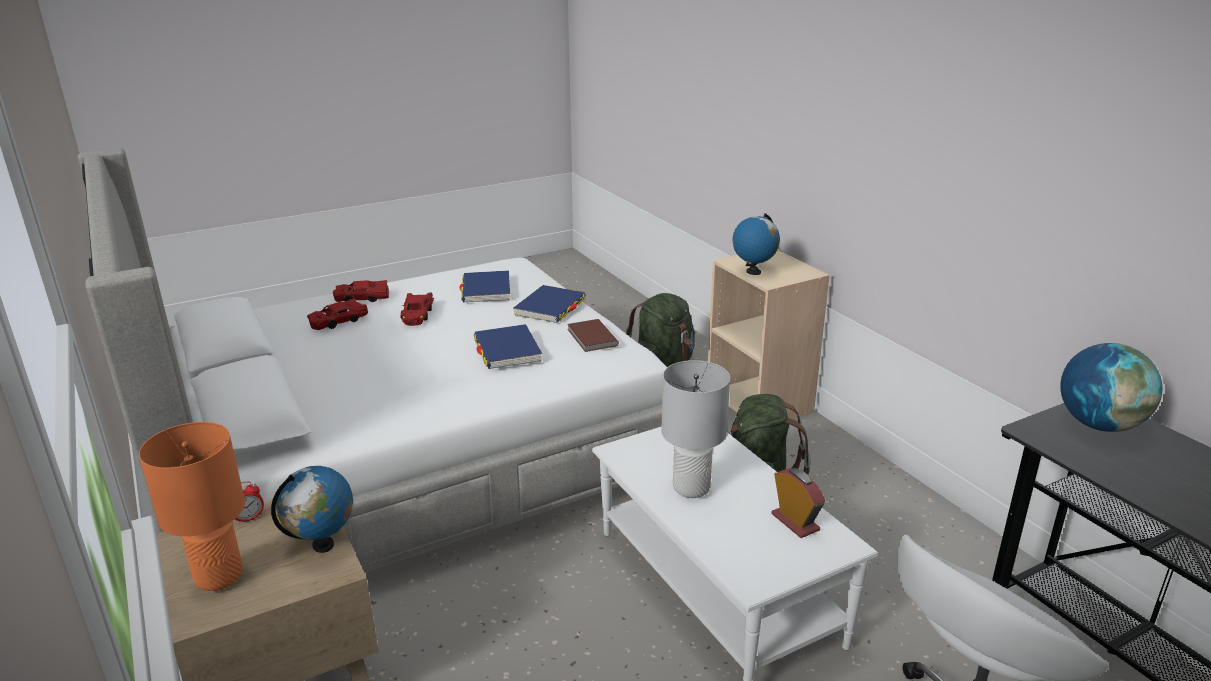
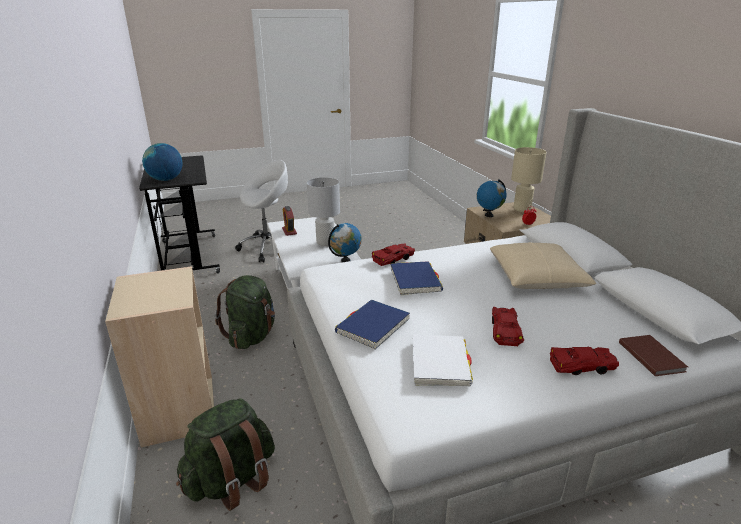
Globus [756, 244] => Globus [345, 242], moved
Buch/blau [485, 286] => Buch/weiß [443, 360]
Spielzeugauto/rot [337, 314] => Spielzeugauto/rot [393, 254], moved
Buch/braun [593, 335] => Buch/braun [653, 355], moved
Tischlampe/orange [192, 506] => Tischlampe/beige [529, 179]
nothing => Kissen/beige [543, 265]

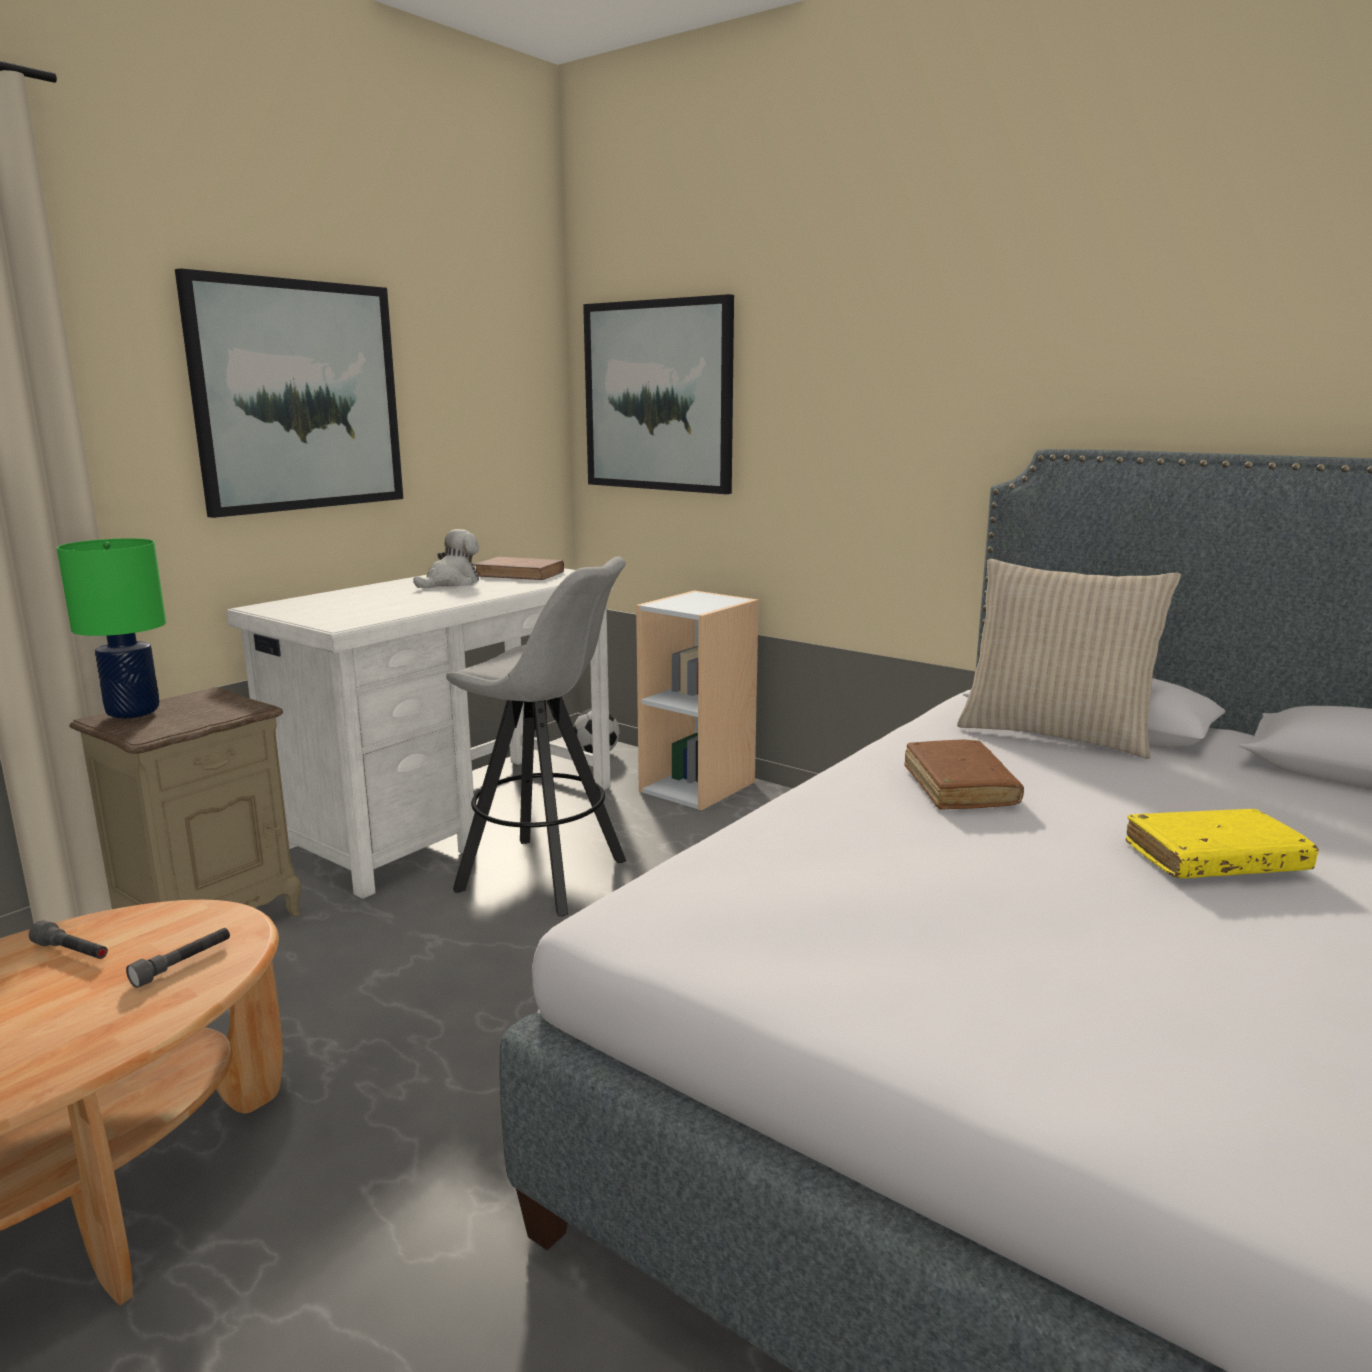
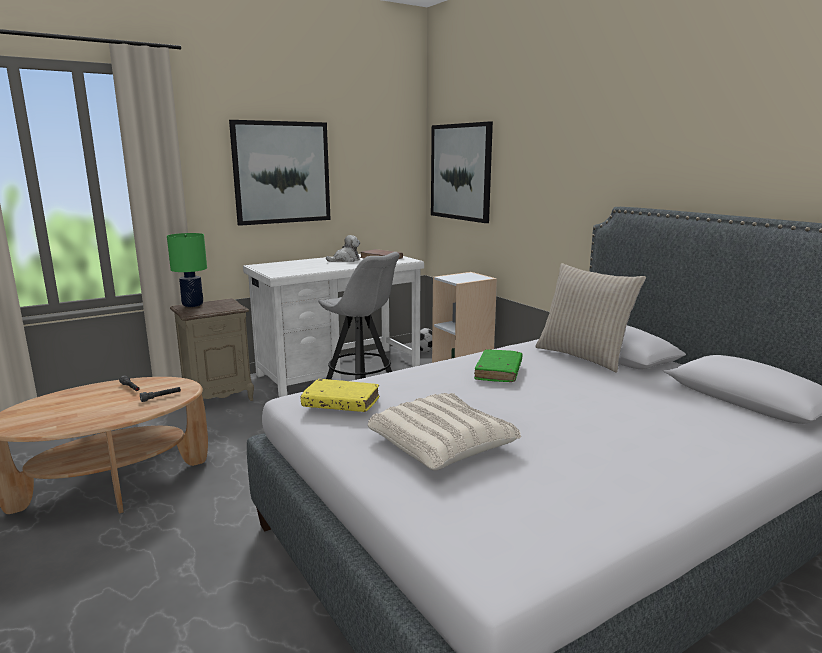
Buch/braun [964, 774] => Buch/grün [498, 365]
Buch/gelb [1222, 843] => Buch/gelb [340, 395], moved
nothing => Kissen/beige [444, 432]

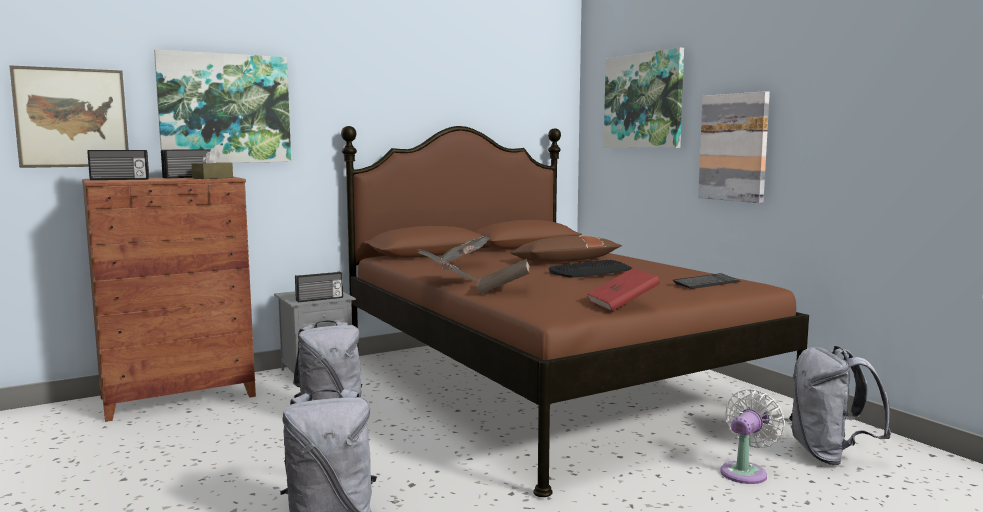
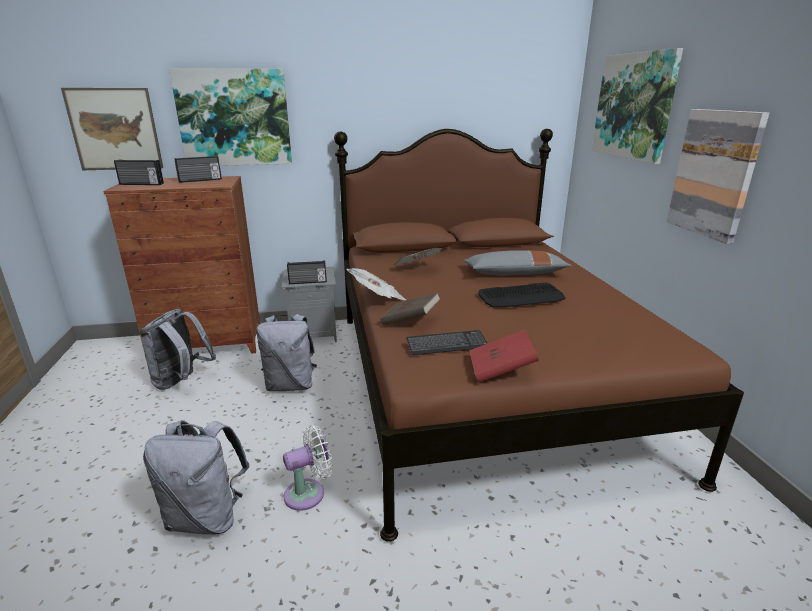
Taschentuchbox/braun [212, 163] => nothing
Kissen/braun [566, 249] => Kissen/grau [518, 262]
Tastatur [707, 281] => Tastatur [447, 342], moved
Rucksack/grau [840, 405] => Rucksack/grau [178, 349], moved
Ventilator/weiß [752, 436] => Ventilator/weiß [308, 468], moved

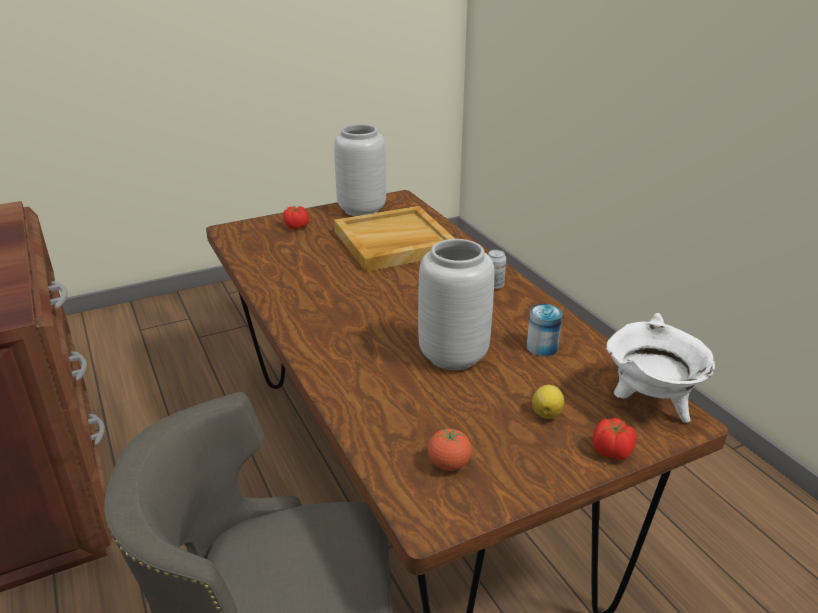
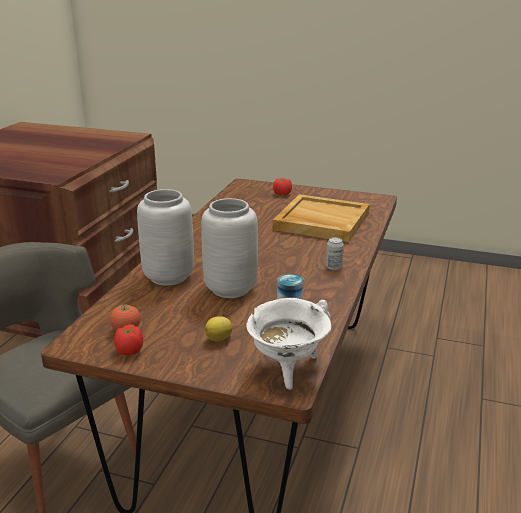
Vase/grau [360, 170] => Vase/grau [165, 237], moved
Tomate [614, 439] => Tomate [128, 339], moved

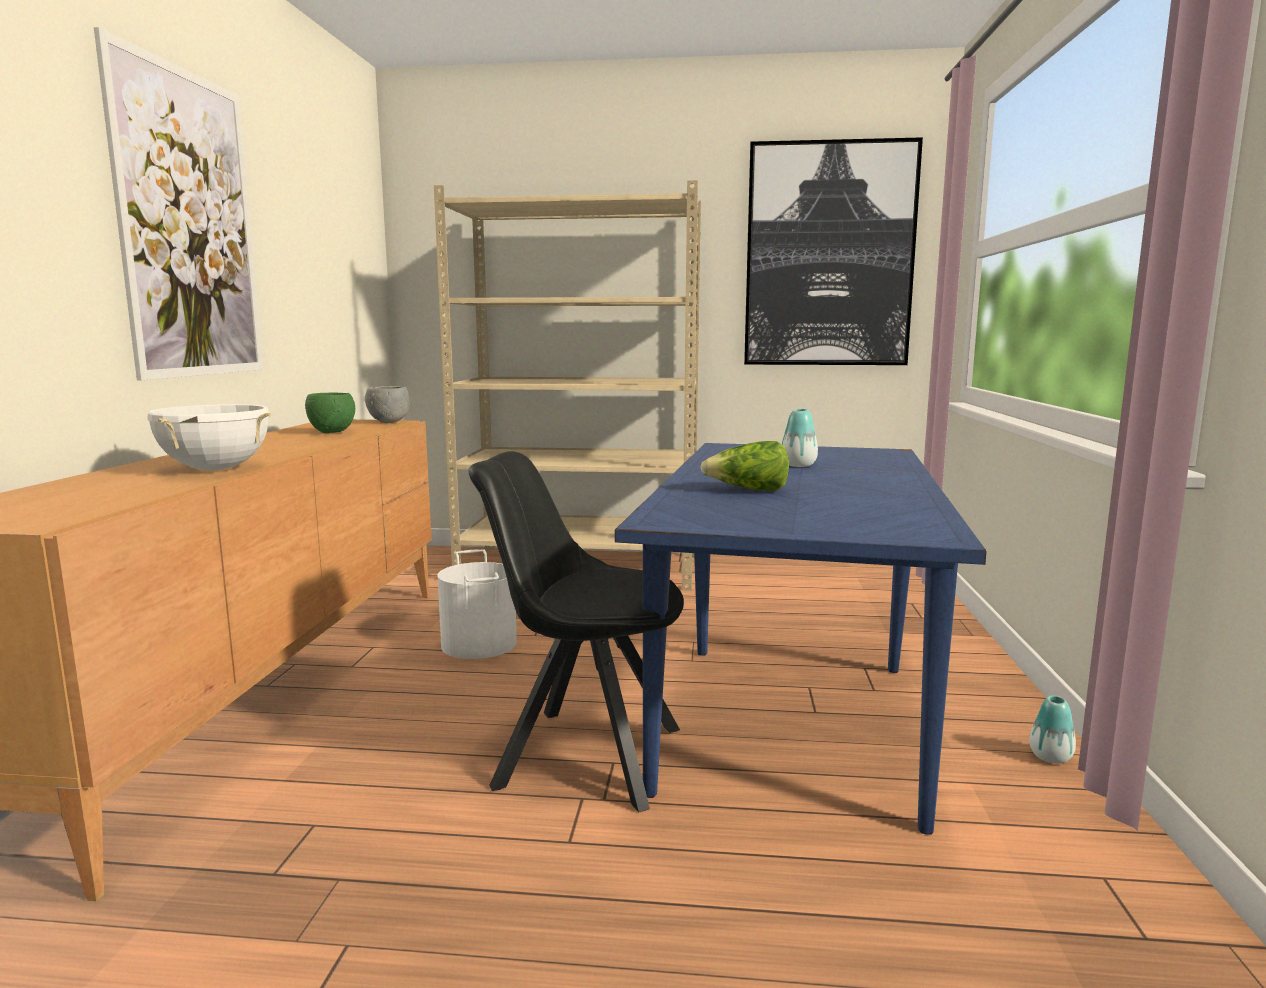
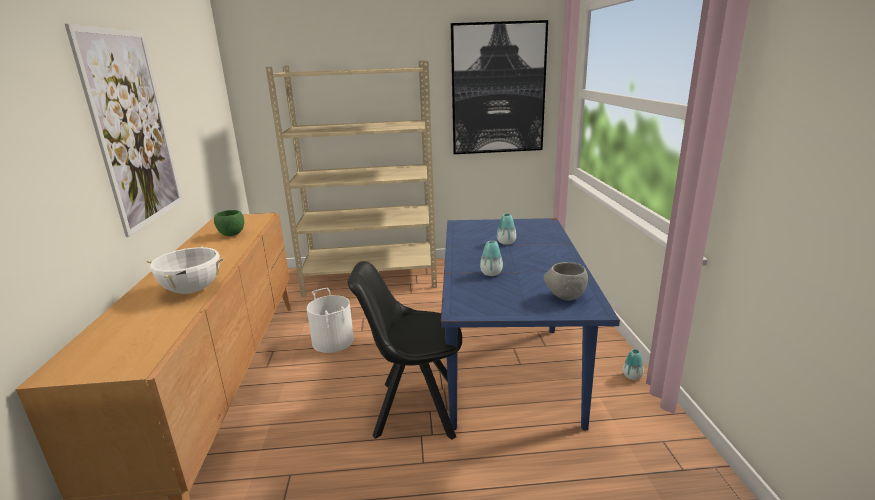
Schüssel/grau [387, 404] => Schüssel/grau [565, 281], moved
Salatkopf [744, 466] => Vase [491, 258]

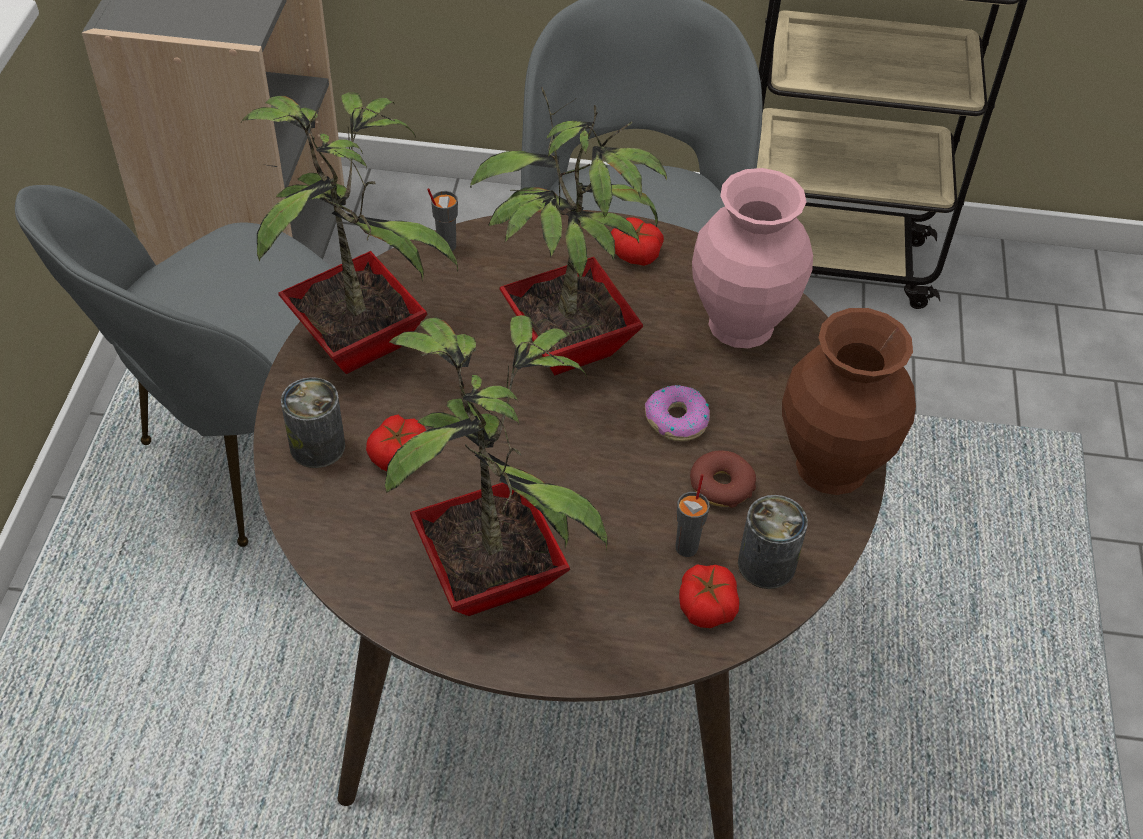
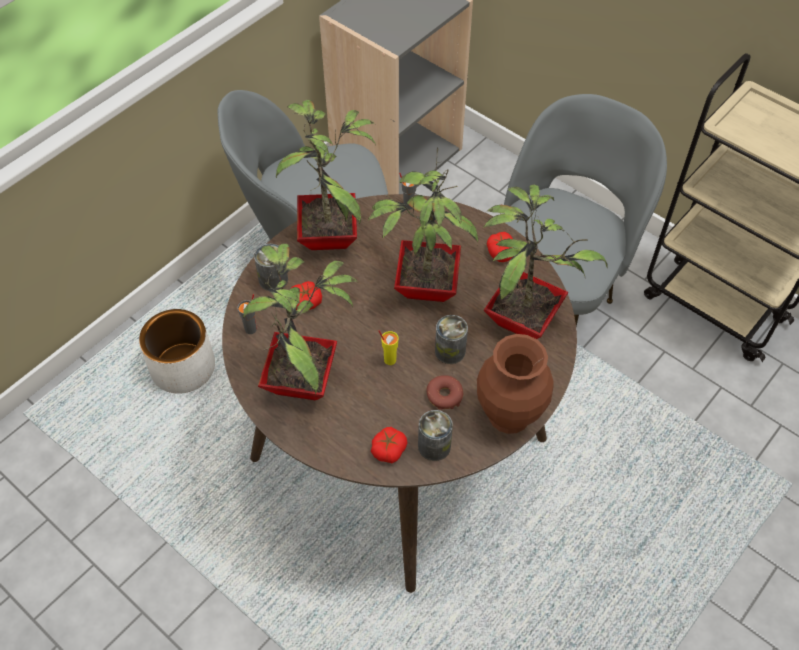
Vase/rosa [752, 258] => Topfpflanze [545, 262]
Donut [677, 413] => Dose [451, 339]
Tasse/grau [693, 515] => Tasse/grau [247, 314], moved
nothing => Pflanzkübel/weiß [177, 351]
nothing => Tasse/gelb [388, 347]

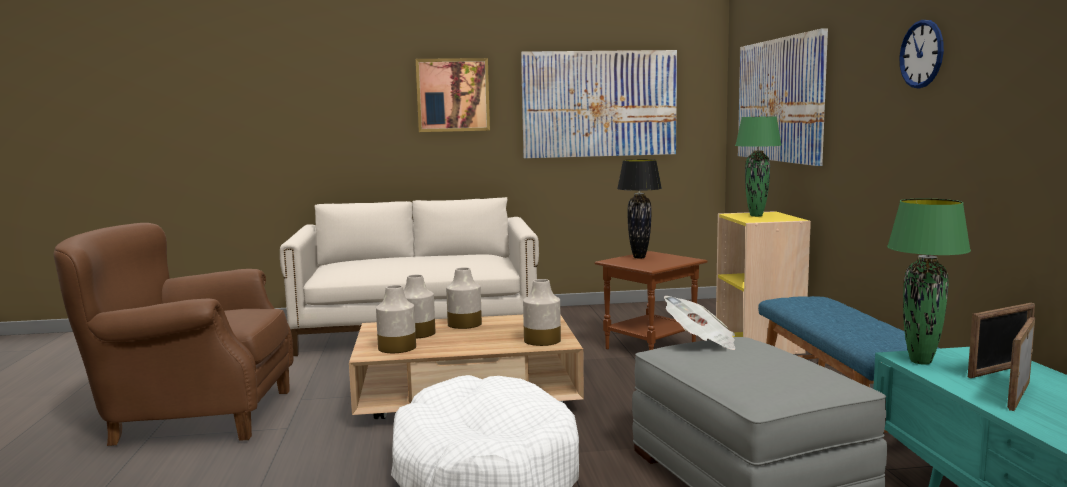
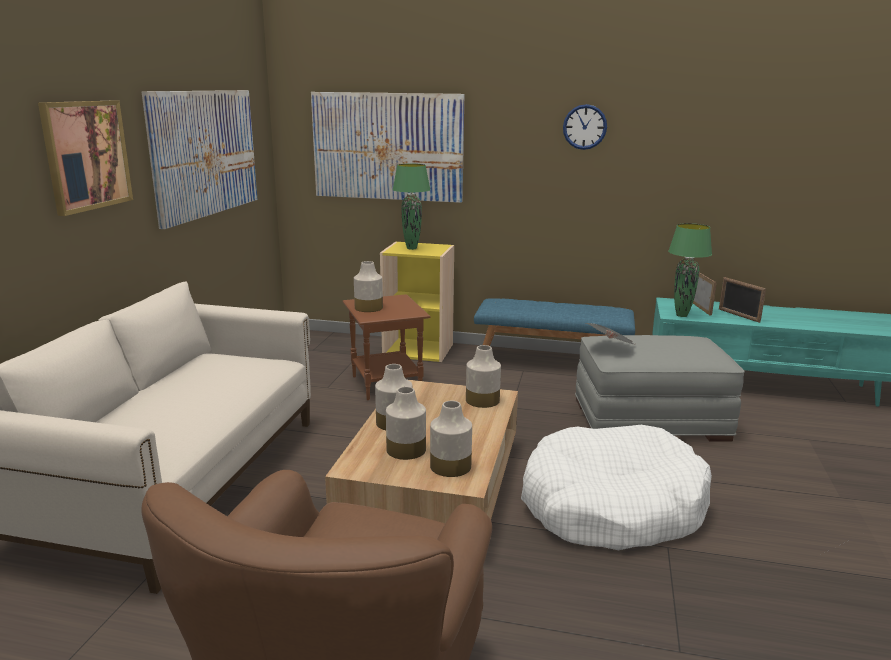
Tischlampe/schwarz [639, 209] => Vase/beige [368, 286]

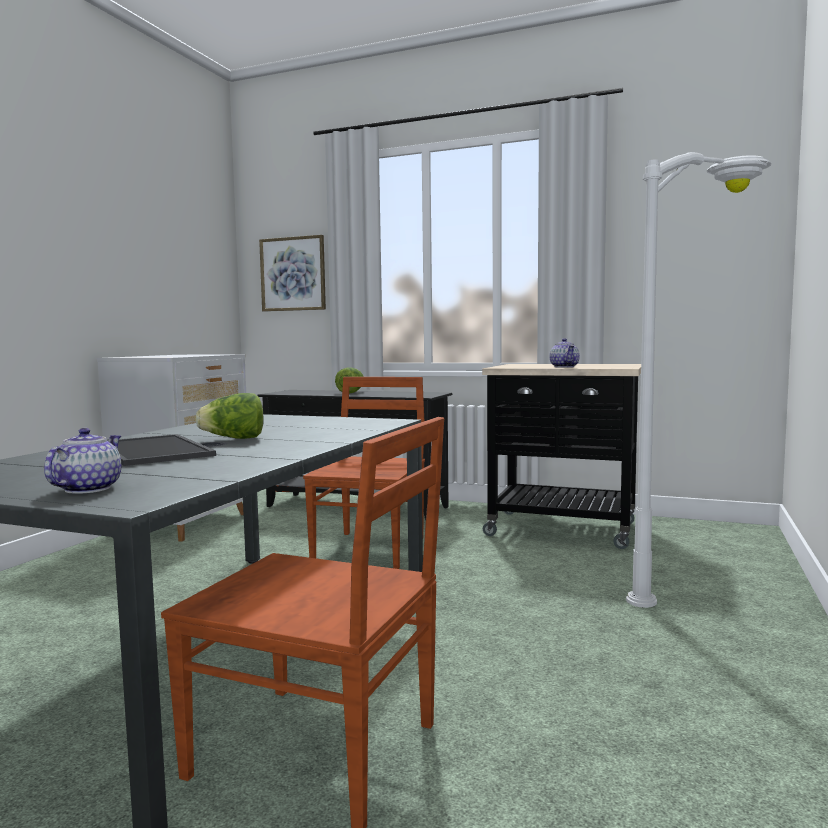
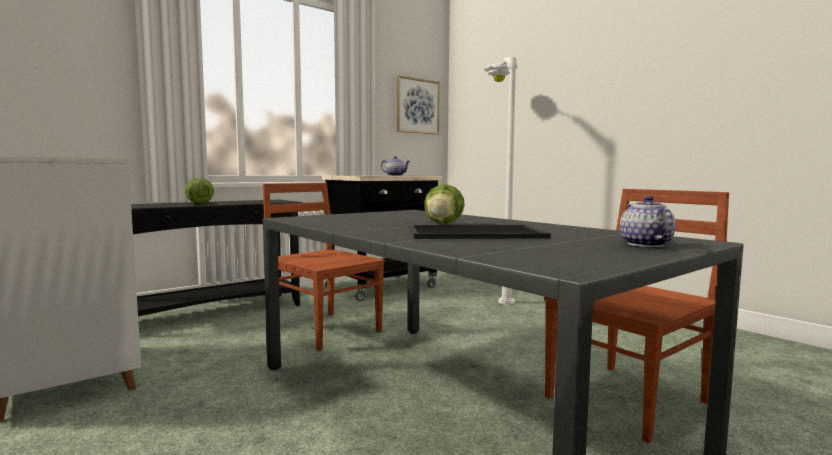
Bild [292, 273] => Bild [418, 104], moved
Teekanne [82, 461] => Teekanne [648, 221], 45 degrees clockwise

